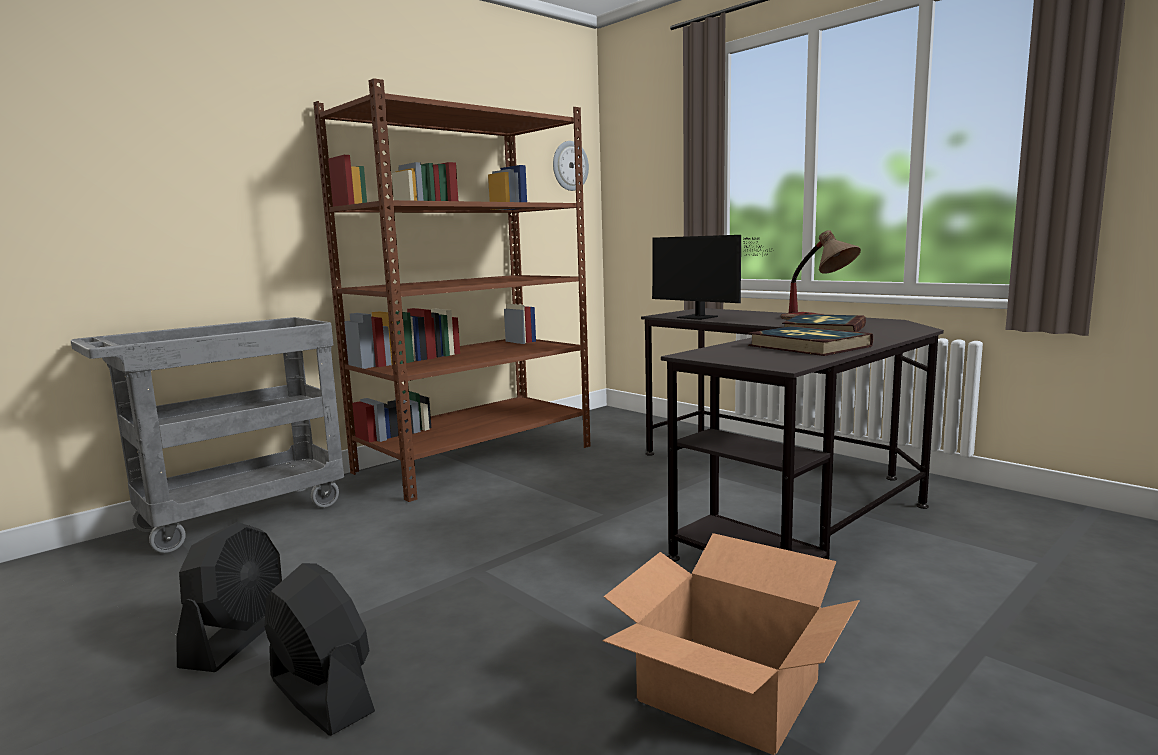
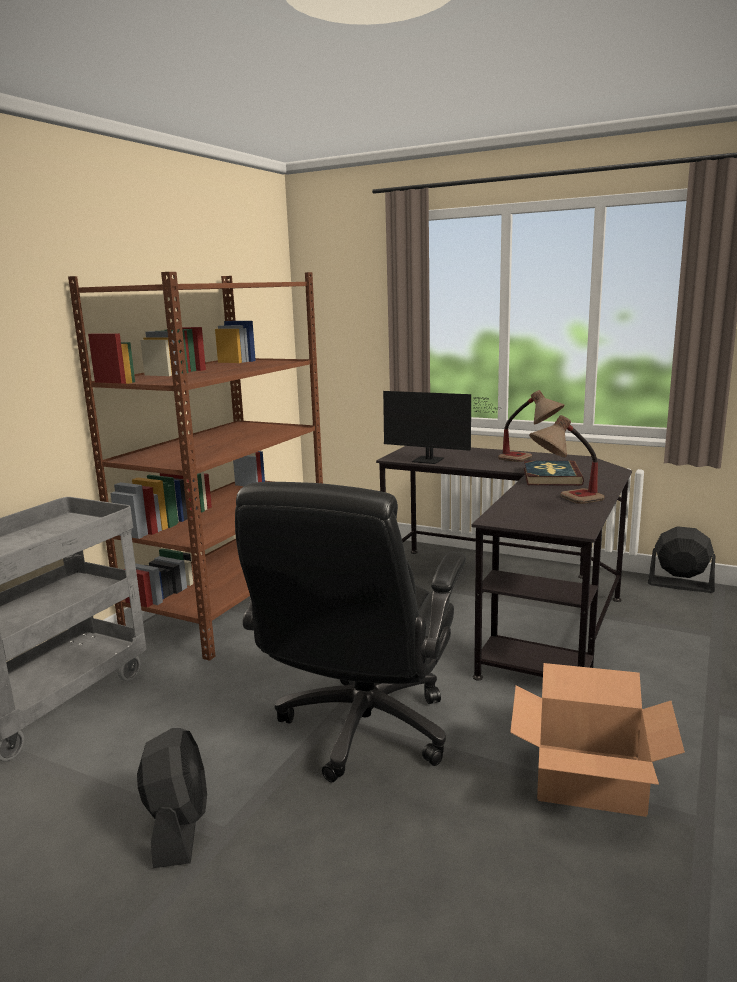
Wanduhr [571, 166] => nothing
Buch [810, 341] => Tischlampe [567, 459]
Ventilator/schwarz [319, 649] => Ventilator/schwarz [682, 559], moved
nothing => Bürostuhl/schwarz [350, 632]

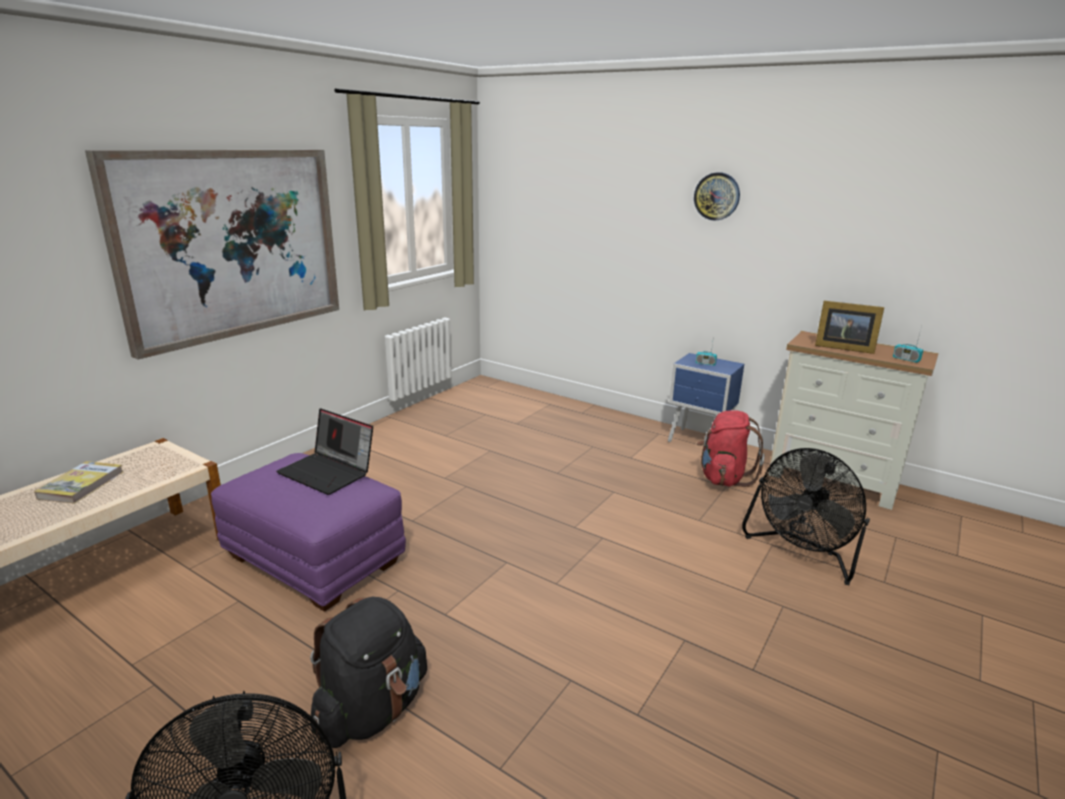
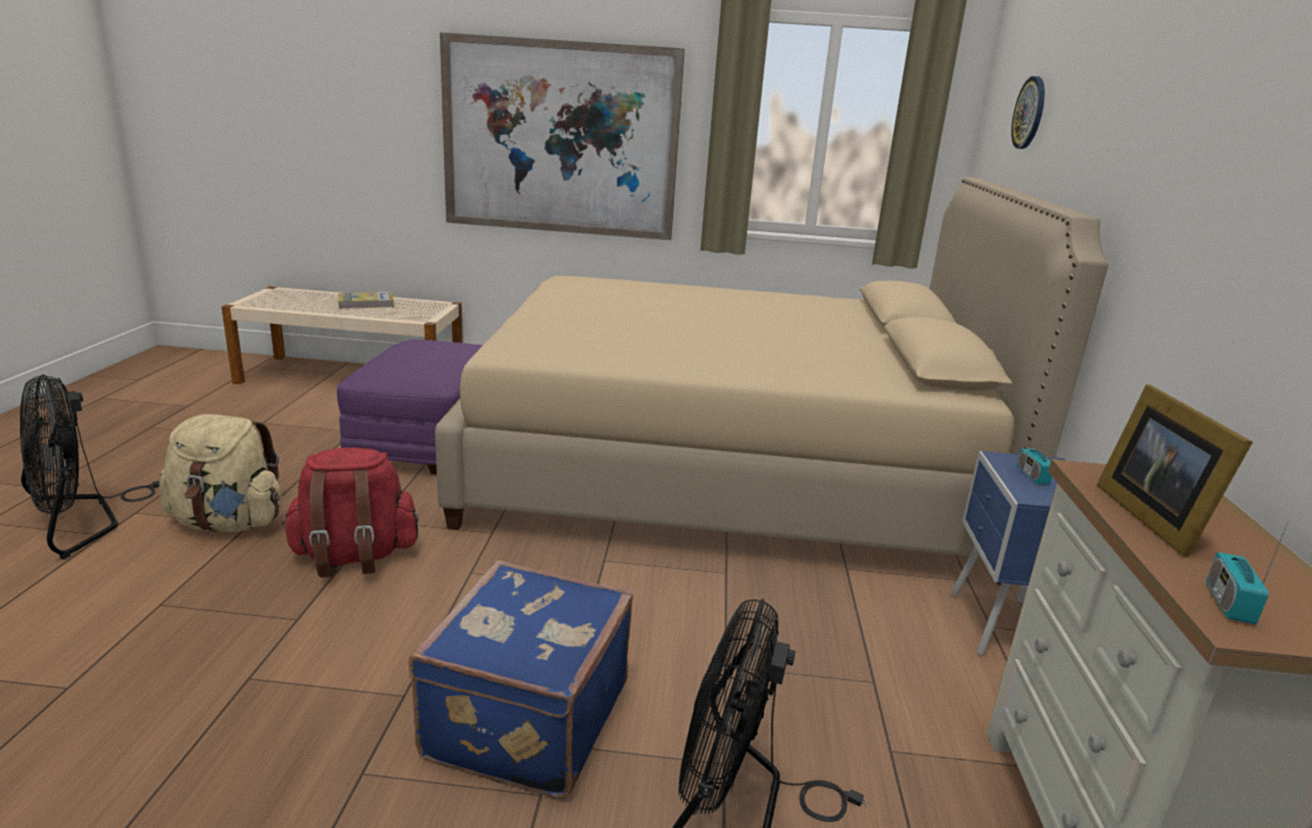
Wanduhr [717, 196] => Wanduhr [1028, 112], moved
Laptop [324, 451] => nothing
Rucksack/rot [731, 448] => Rucksack/rot [349, 512], moved
Rucksack/schwarz [368, 672] => Rucksack/beige [220, 473]
nothing => Bett/beige [771, 381]
nothing => Koffer/blau [521, 679]

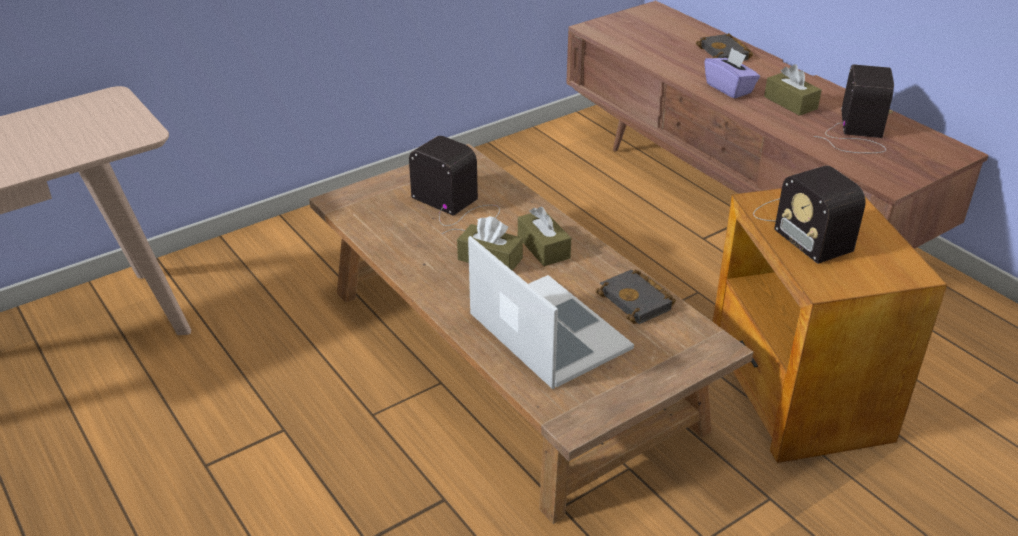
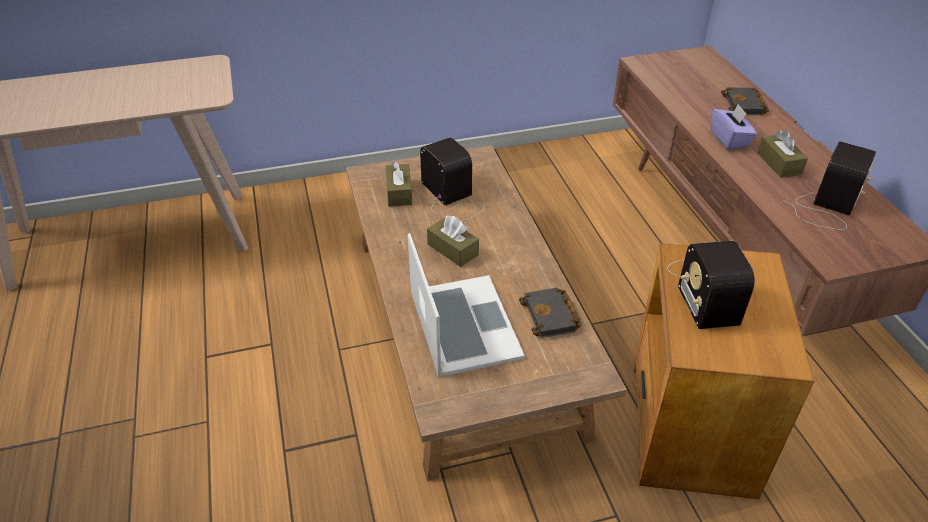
Taschentuchbox/braun [544, 236] => Taschentuchbox/braun [399, 184], moved

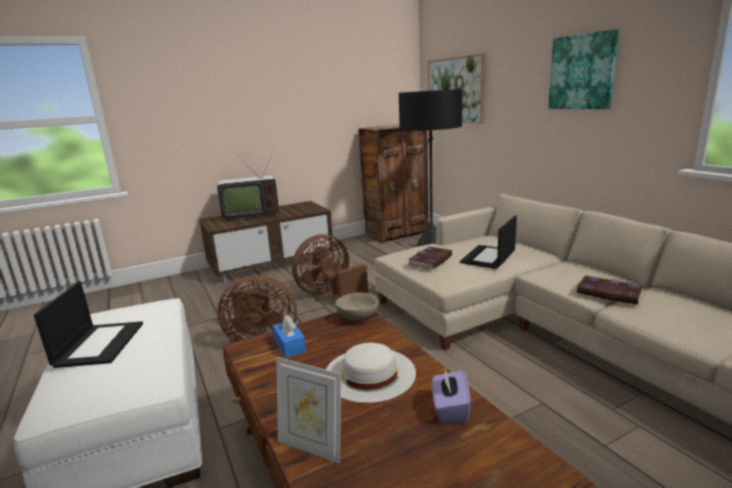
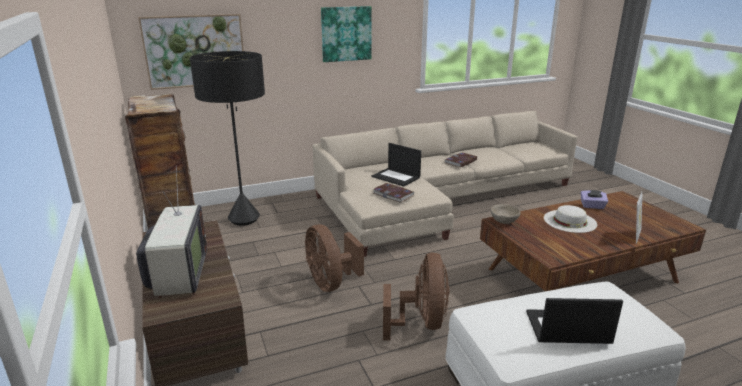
Taschentuchbox/blau [289, 336] => nothing

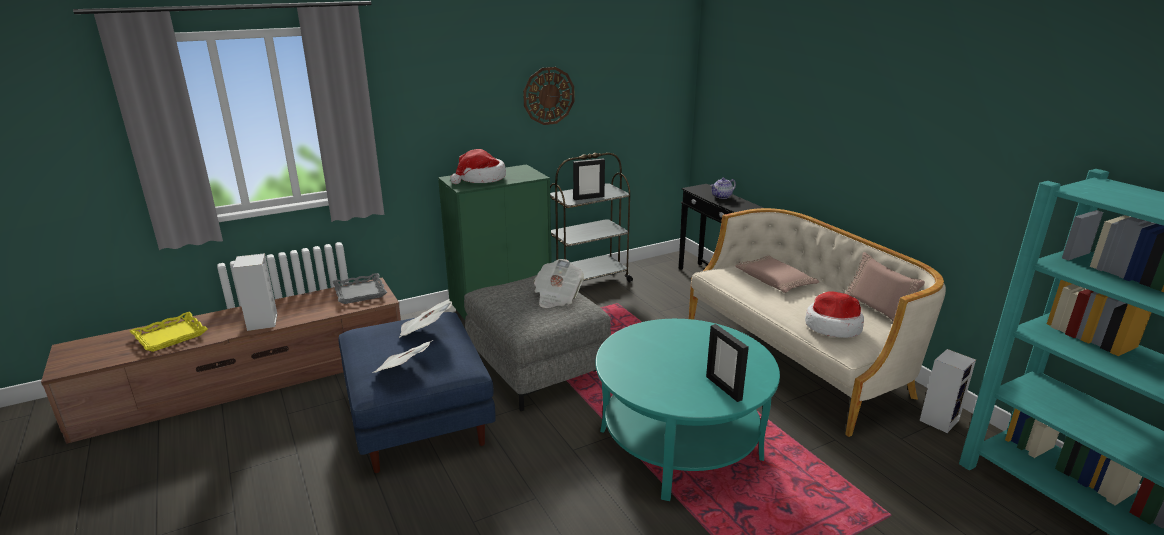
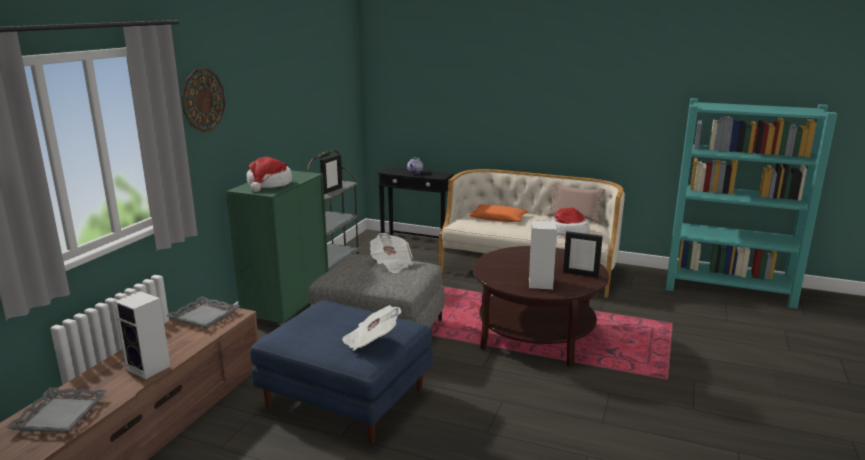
Wanduhr [548, 96] => Wanduhr [203, 100], moved
Kissen/beige [777, 274] => Kissen/orange [499, 213]
Zeitung [425, 318] => nothing
Tablett/gelb [169, 332] => Tablett/grau [56, 410]
Couchtisch/türkis [687, 410] => Couchtisch/braun [541, 306]
Lautsprecher [948, 391] => Lautsprecher [543, 254], moved

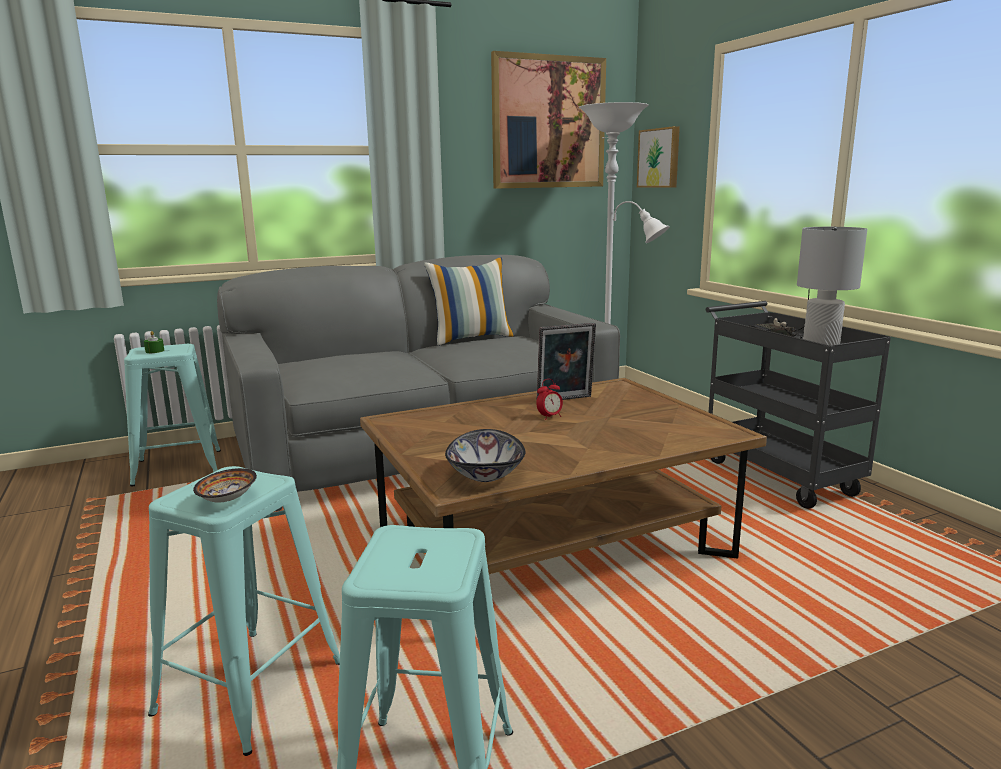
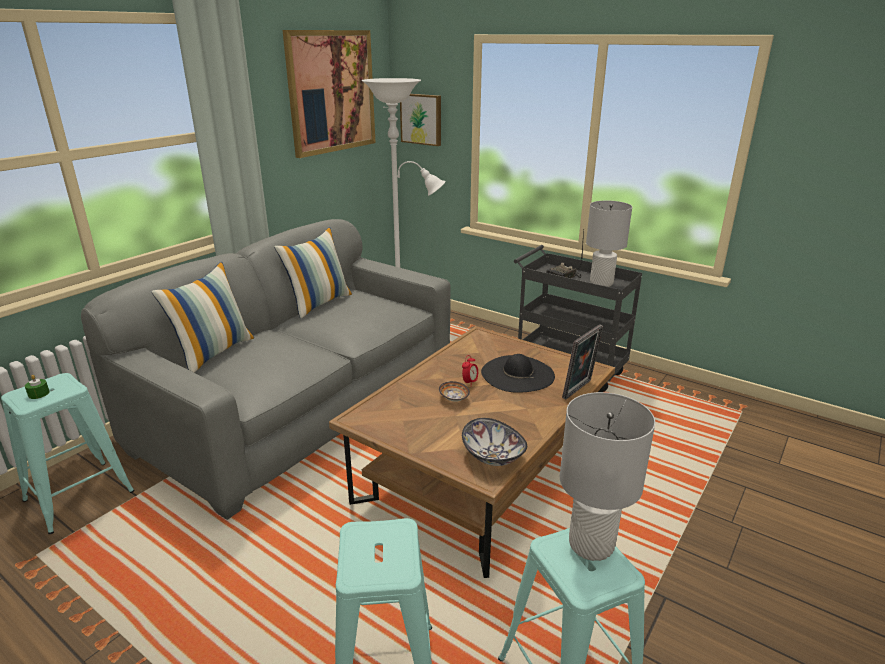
Bilderrahmen [566, 361] => Bilderrahmen [582, 362], moved
Schüssel [225, 485] => Schüssel [454, 391], moved
nothing => Kissen [202, 317]
nothing => Hut/schwarz [518, 373]
nothing => Tischlampe/grau [607, 476]

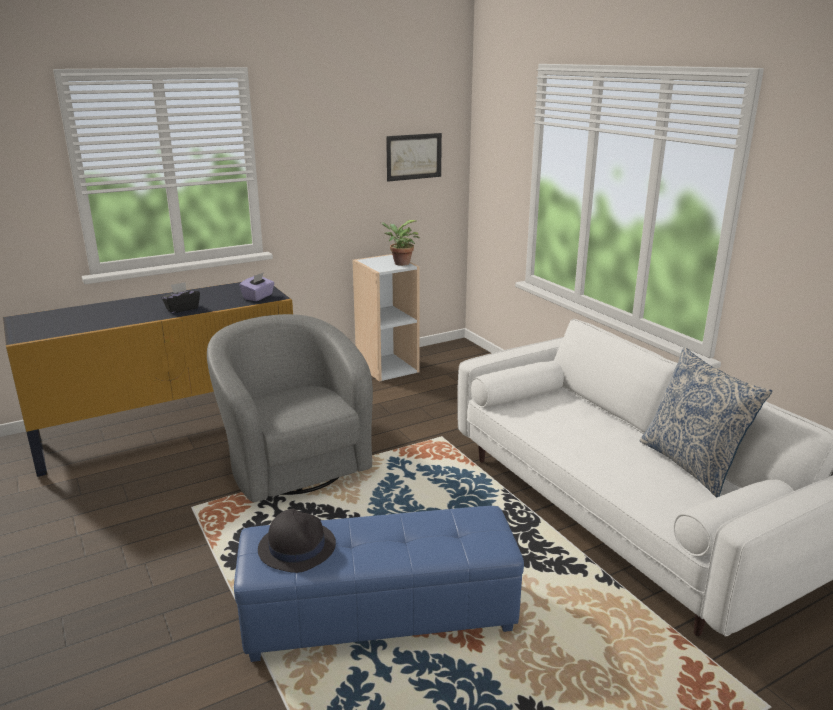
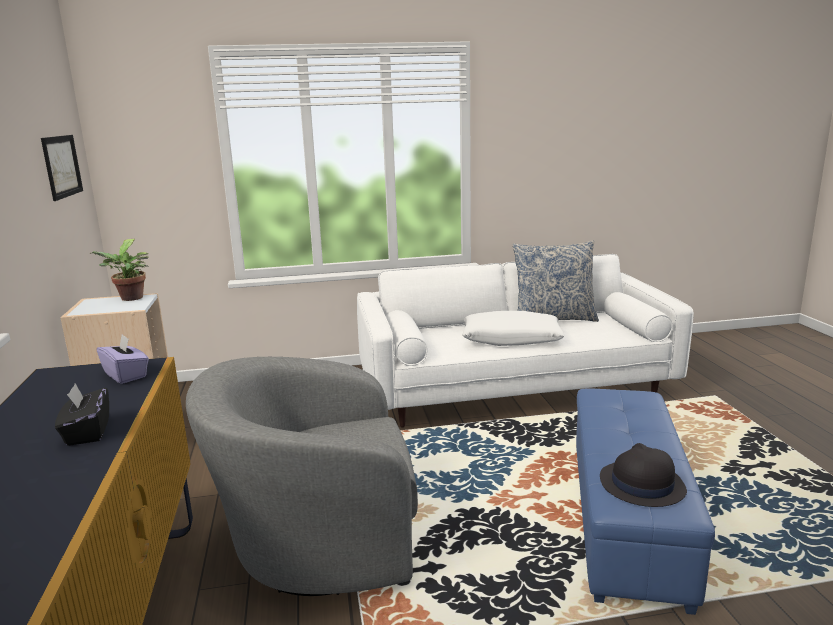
nothing => Kissen/weiß [513, 328]

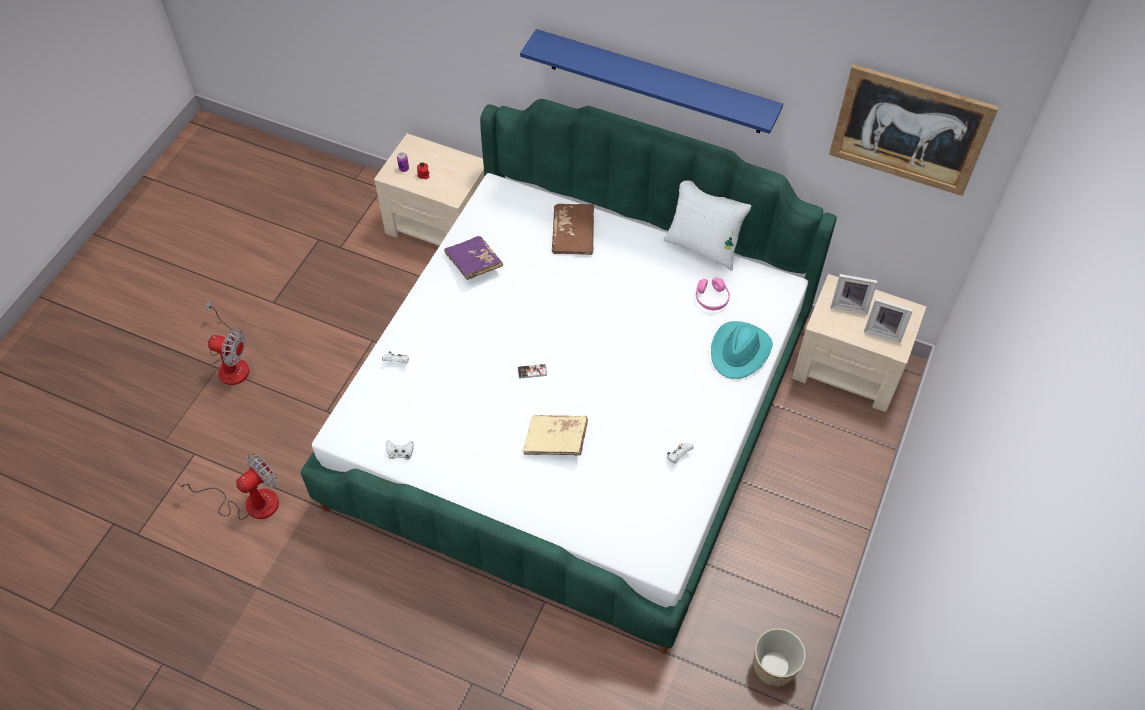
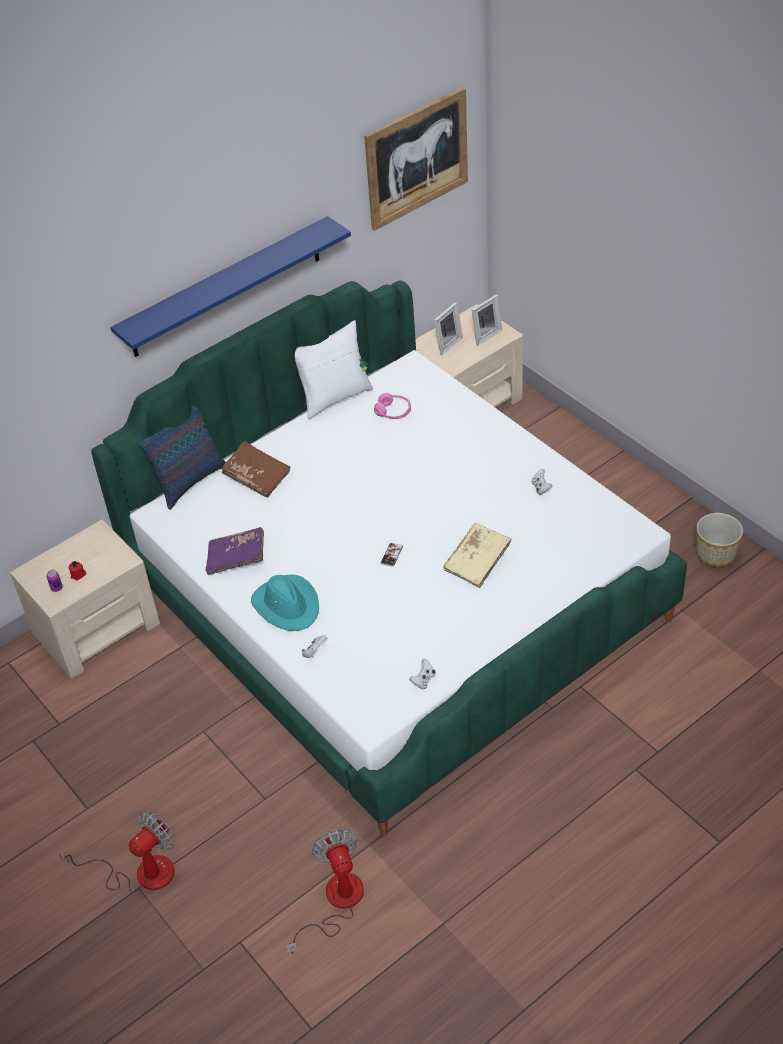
Hut/türkis [742, 350] => Hut/türkis [285, 602], moved
nothing => Kissen/blau [182, 458]

